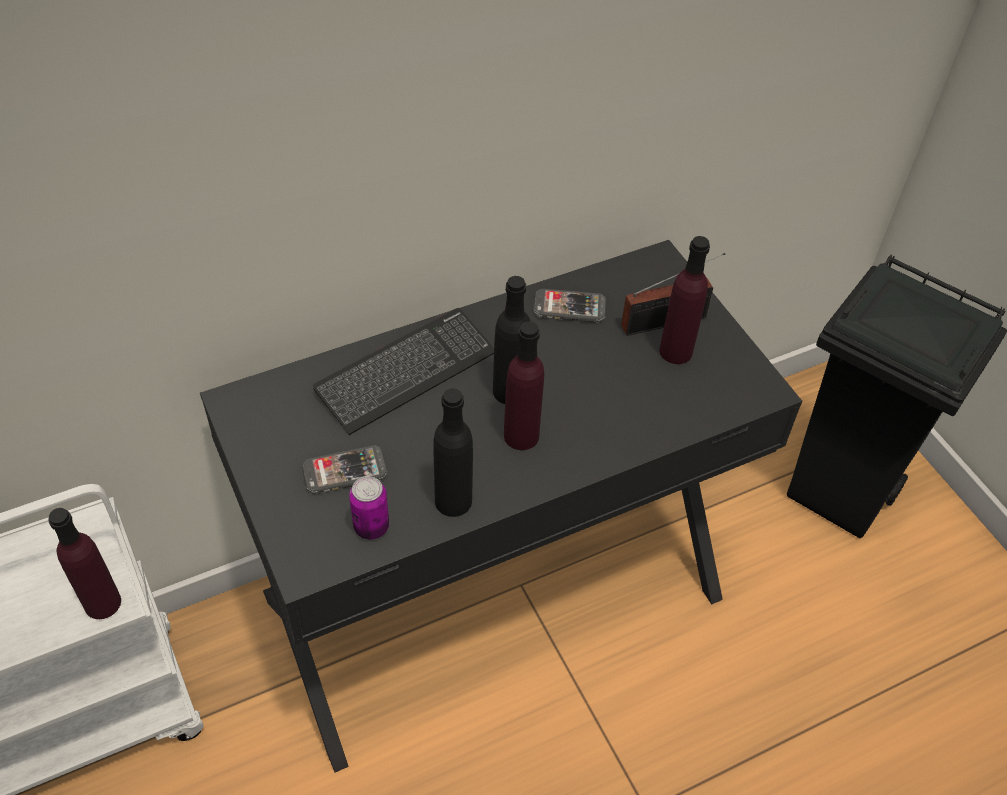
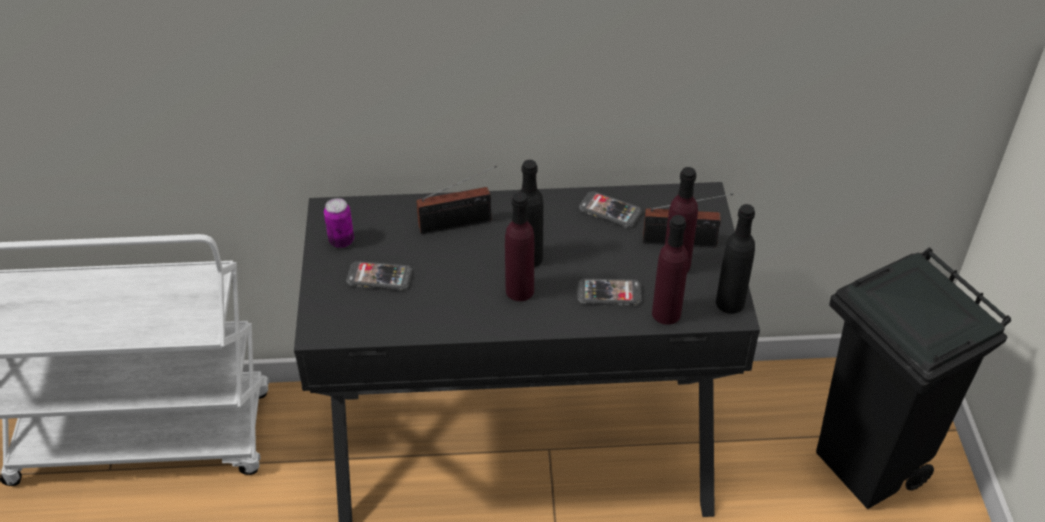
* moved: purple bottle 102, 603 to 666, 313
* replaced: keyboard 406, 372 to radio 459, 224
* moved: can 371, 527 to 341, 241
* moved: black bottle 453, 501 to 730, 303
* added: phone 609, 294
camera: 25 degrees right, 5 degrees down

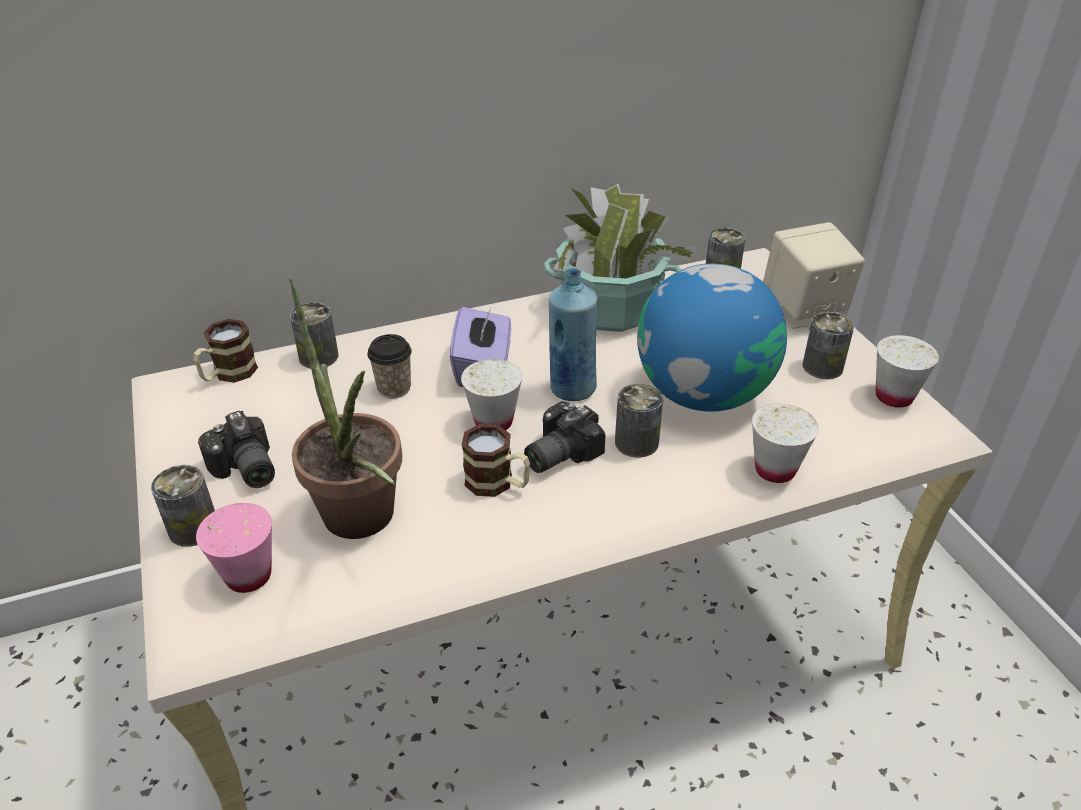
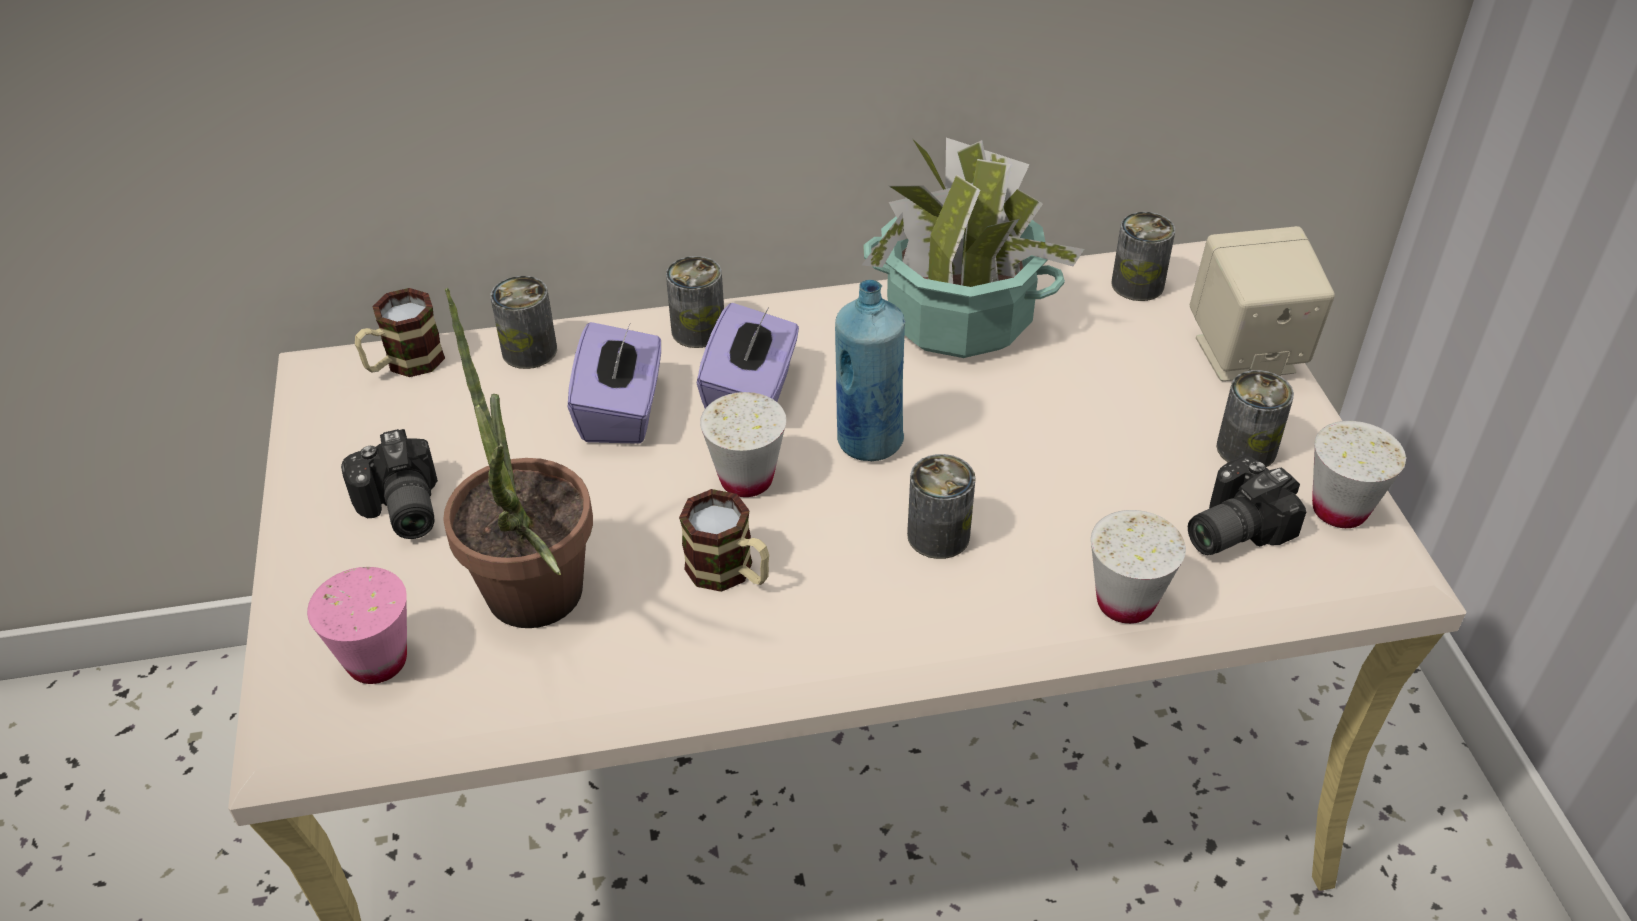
* moved: can 193, 528 to 698, 330
* replaced: cup 394, 388 to purple tissue box 621, 411
* moved: photo camera 557, 453 to 1229, 528
* removed: globe 703, 393
camera: 10 degrees right, 5 degrees up

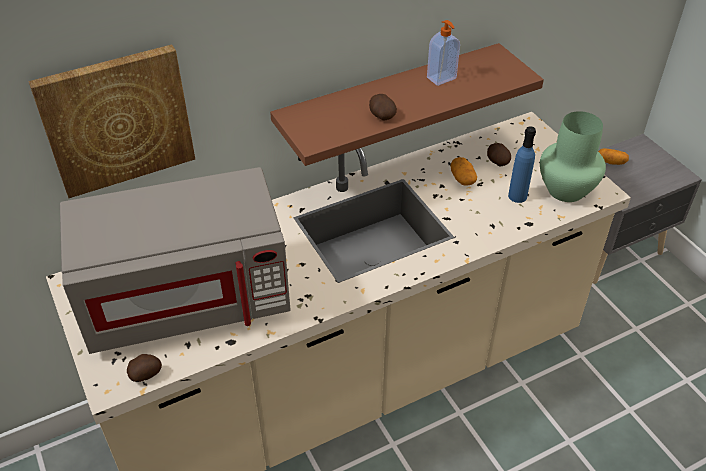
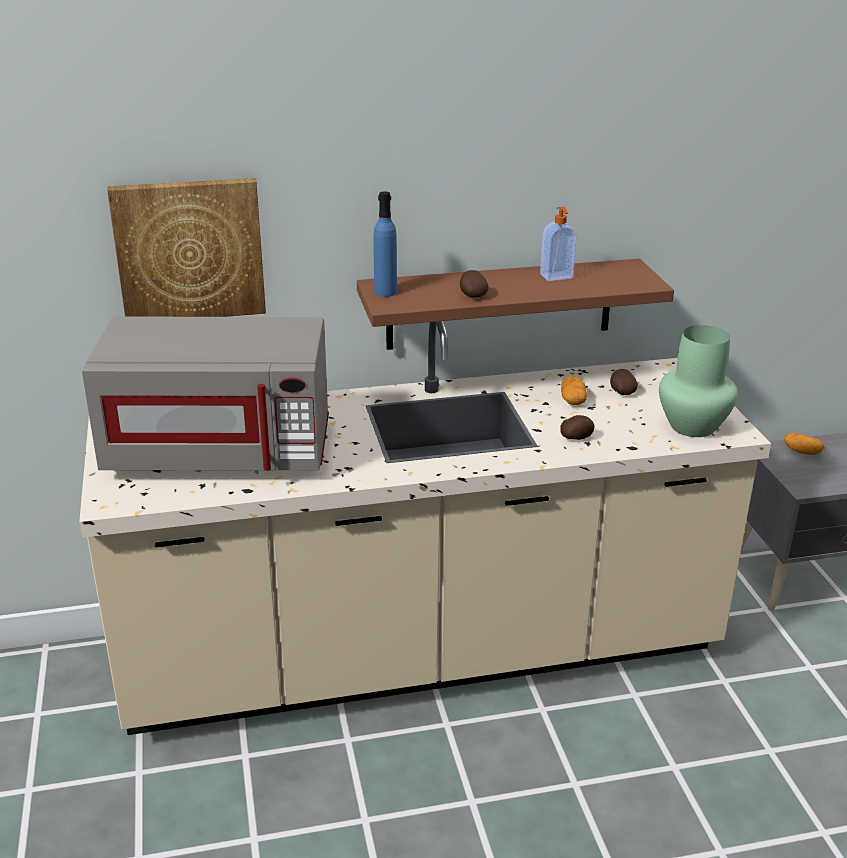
* moved: potato 146, 374 to 576, 438
* moved: blue bottle 517, 196 to 385, 292
camera: 15 degrees right, 15 degrees down

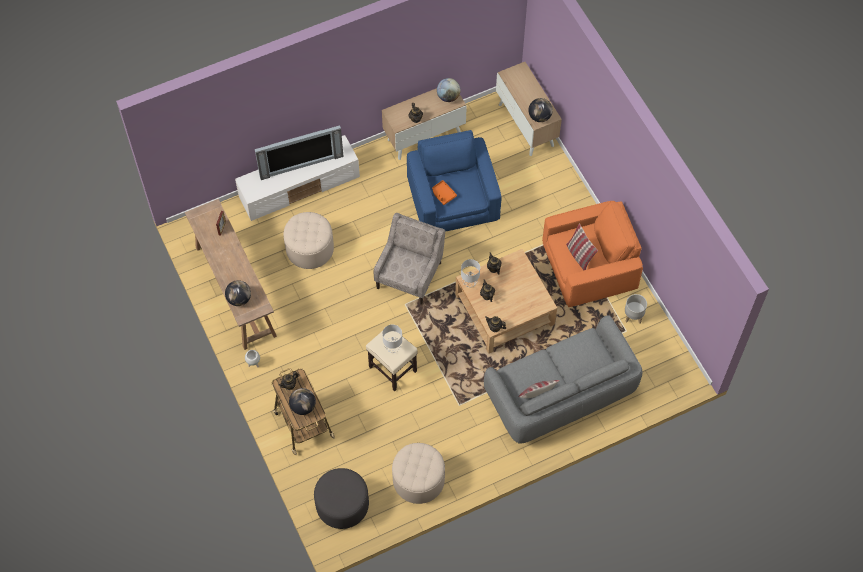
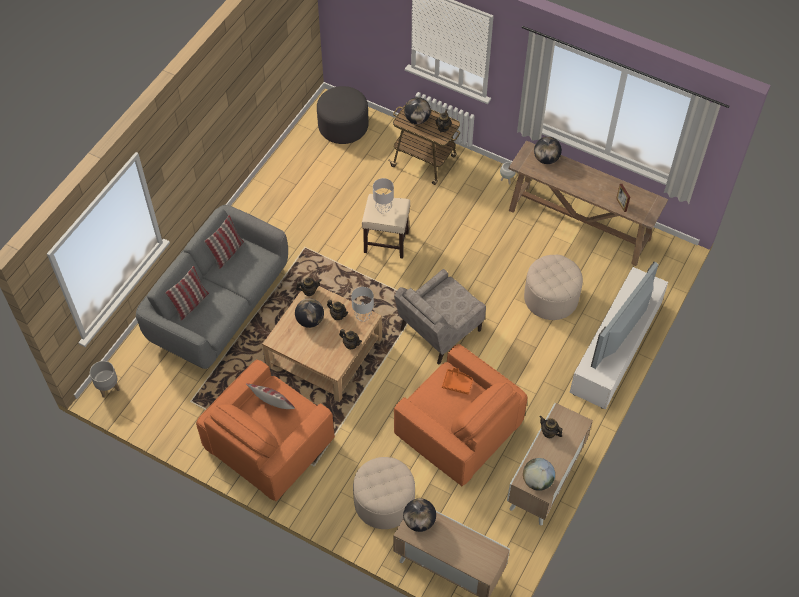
* turned: beige armchair 409, 274 = 439, 330 60 degrees clockwise
* moved: beige ottoman 418, 480 to 384, 502
* recoloured: blue armchair 453, 200 to orange armchair 458, 429
* moved: grey planter 633, 316 to 108, 387
* added: pillow 190, 304
* added: globe 310, 320
camera: 145 degrees right, 5 degrees down

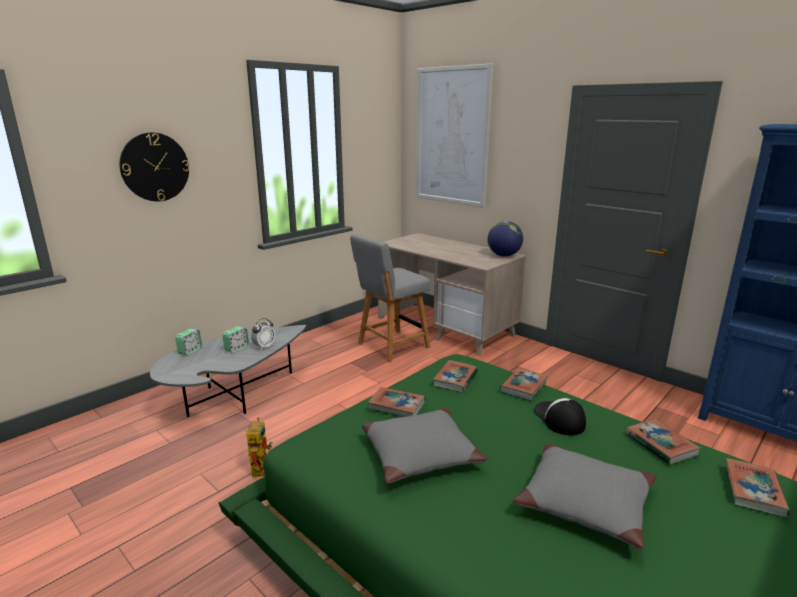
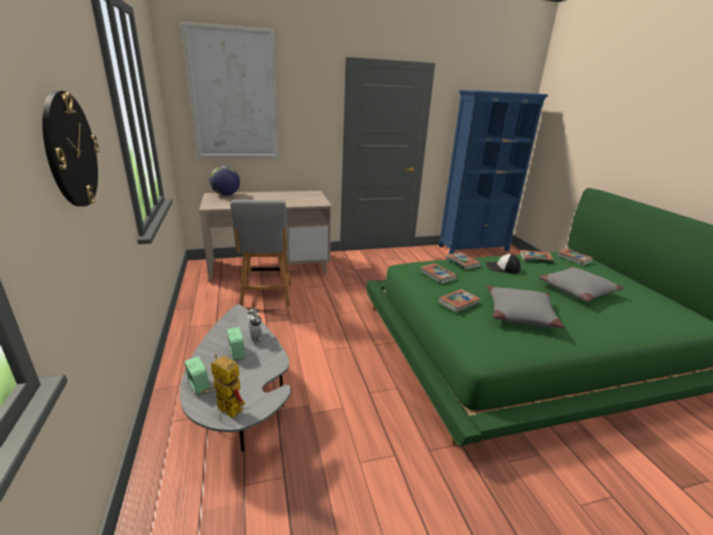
* moved: toy robot 260, 467 to 224, 408
* moved: globe 504, 255 to 226, 195
camera: 60 degrees left, 5 degrees up

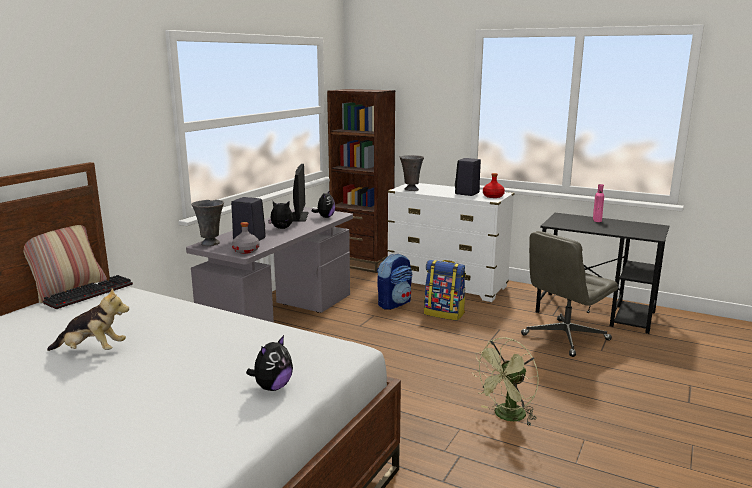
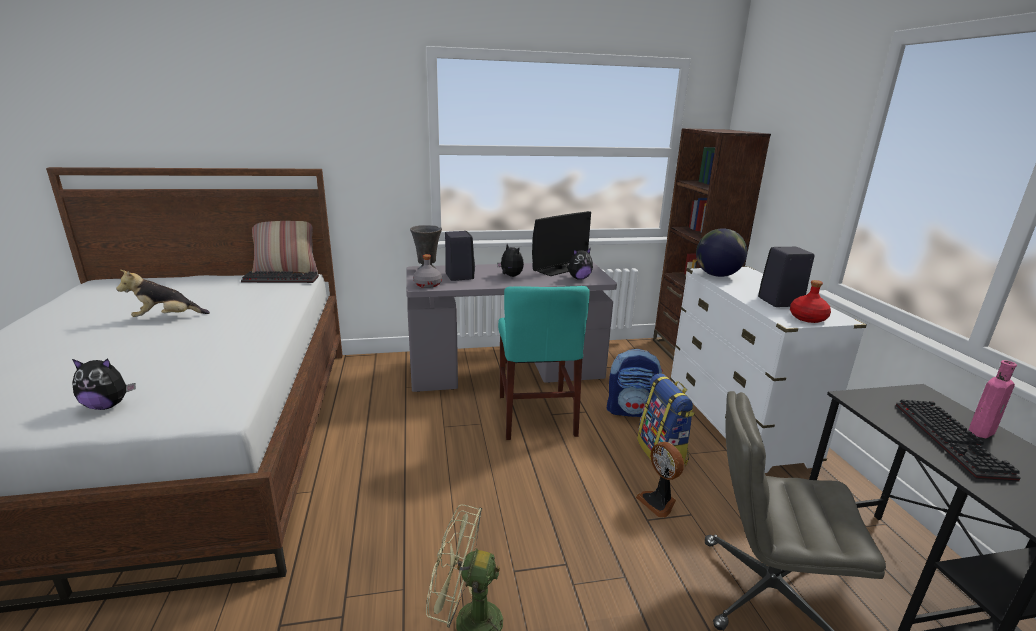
* turned: plush toy 92, 351 = 167, 318 105 degrees clockwise
* replaced: grey vase 411, 189 to globe 717, 275
* added: turquoise chair 536, 415
* added: fan 658, 502
* added: keyboard 954, 441
camera: 50 degrees right, 5 degrees up

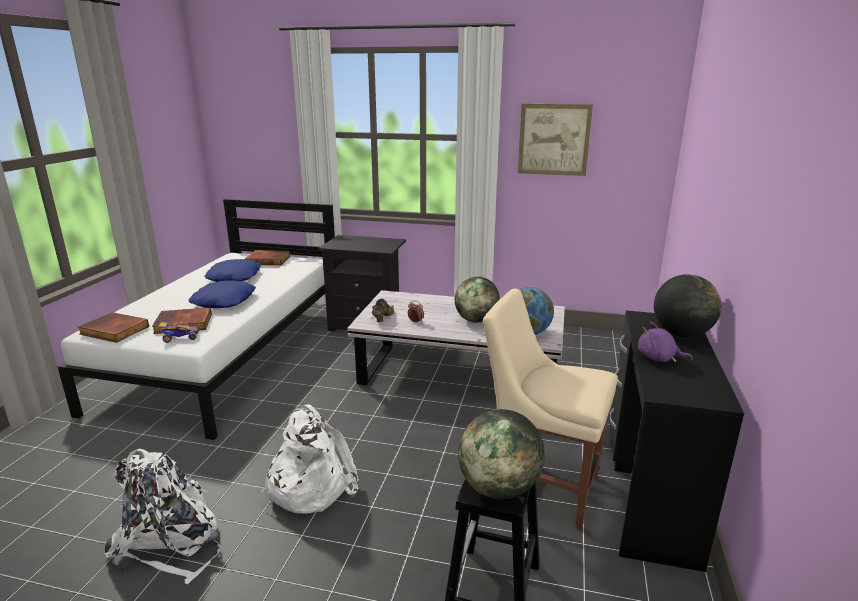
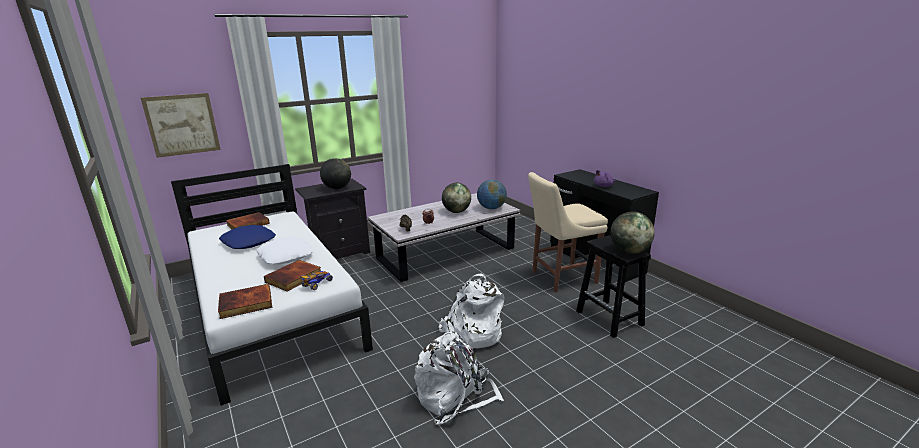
* recoloured: blue pillow 224, 301 to white pillow 286, 256
* moved: picture 554, 139 to 182, 124
* moved: globe 681, 334 to 337, 188
camera: 45 degrees left, 0 degrees up

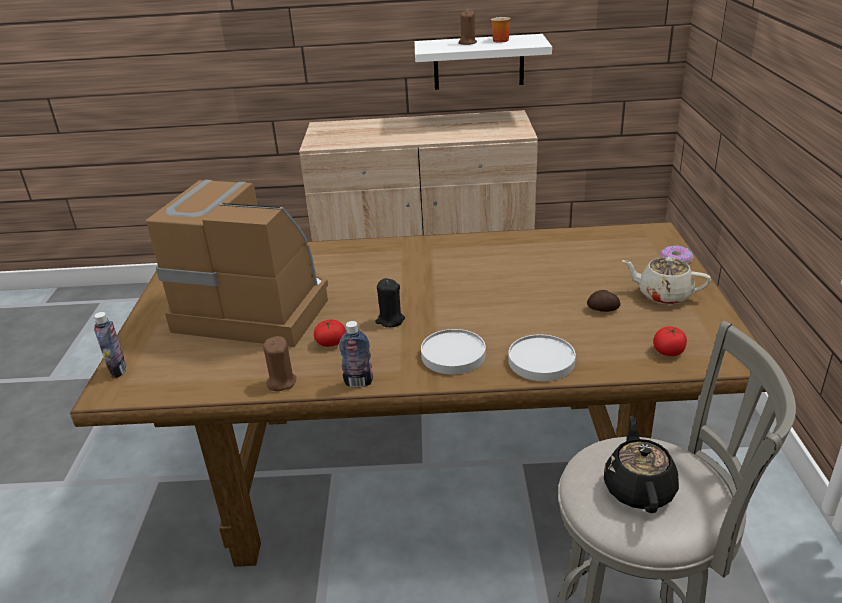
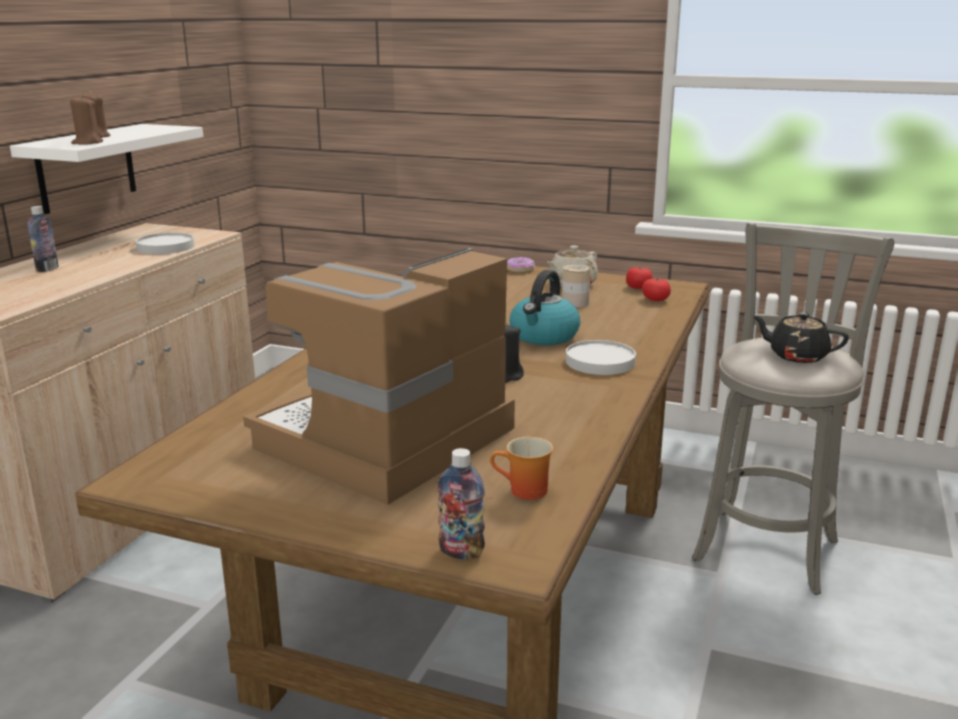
* moved: brown candle 281, 382 to 87, 143
* moved: tomato 331, 342 to 638, 287
* moved: bottle 358, 382 to 47, 269
* moved: mug 498, 40 to 524, 491
* moved: white plate 541, 361 to 165, 247
* replaced: potato 603, 310 to can 575, 303
* added: kettle 544, 336
camera: 70 degrees left, 10 degrees down

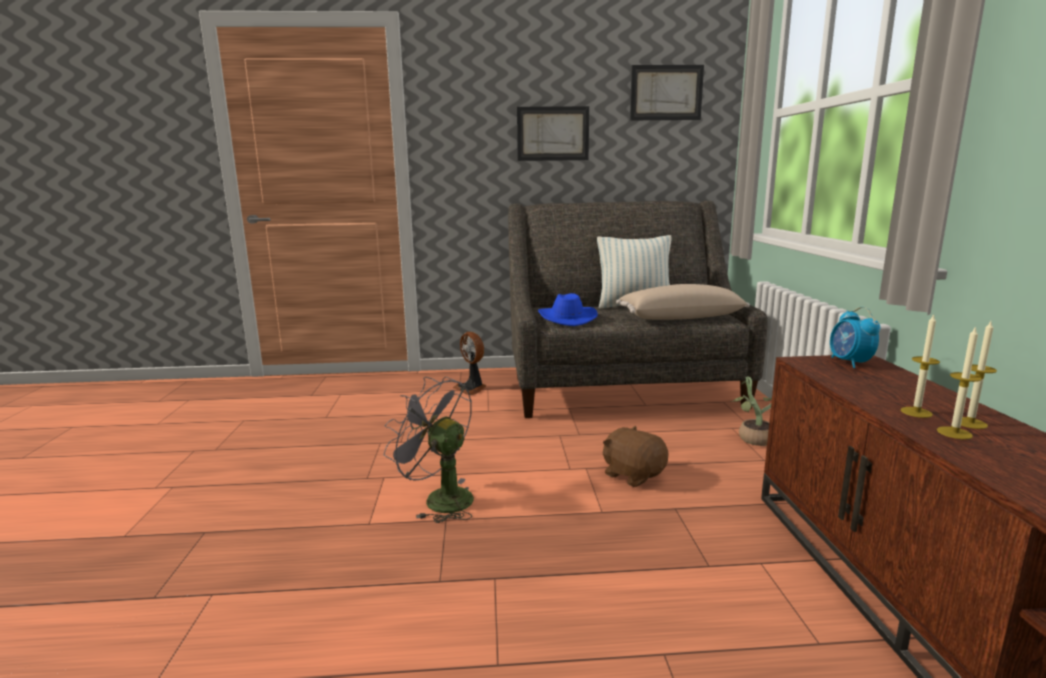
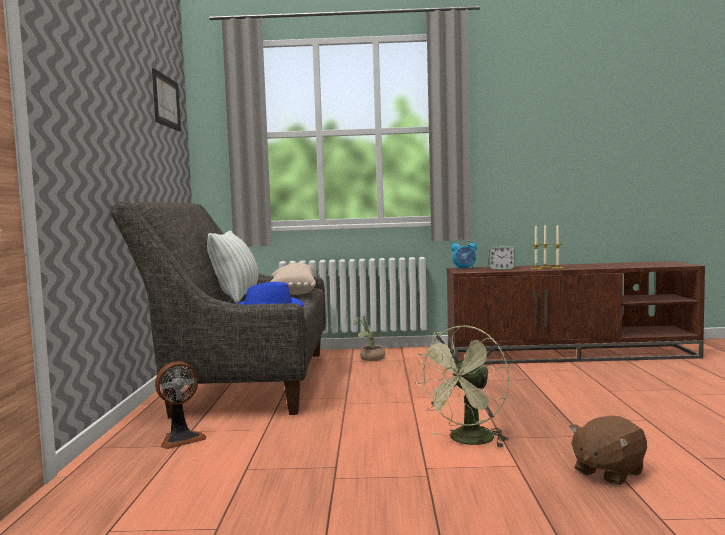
* recoloured: grey fan 439, 499 to green fan 468, 441
* removed: picture 552, 133
* moved: brown plush toy 633, 474 to 608, 472
* added: alarm clock 502, 269
camera: 85 degrees left, 10 degrees down

